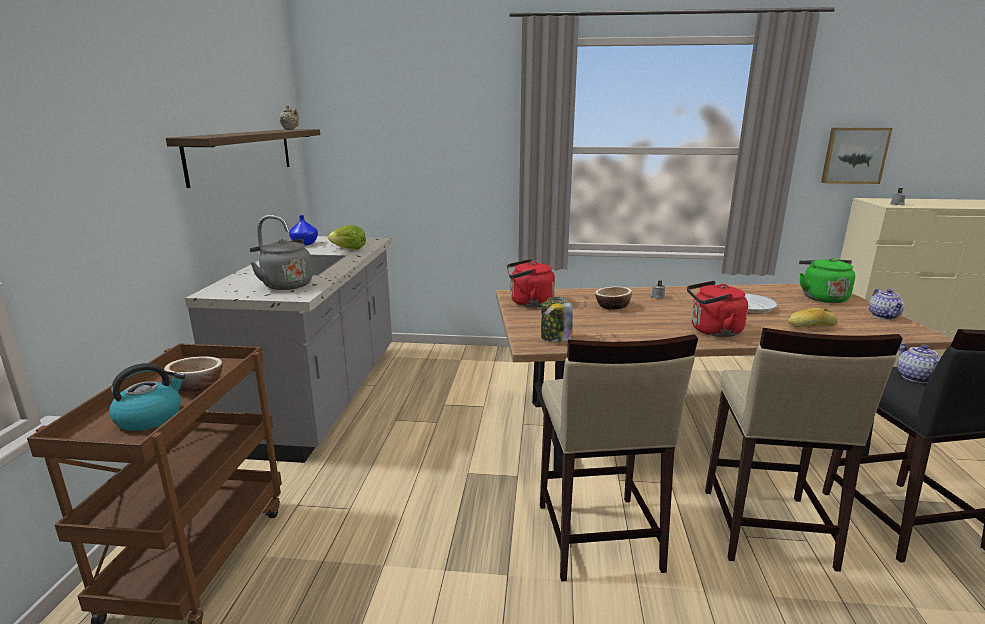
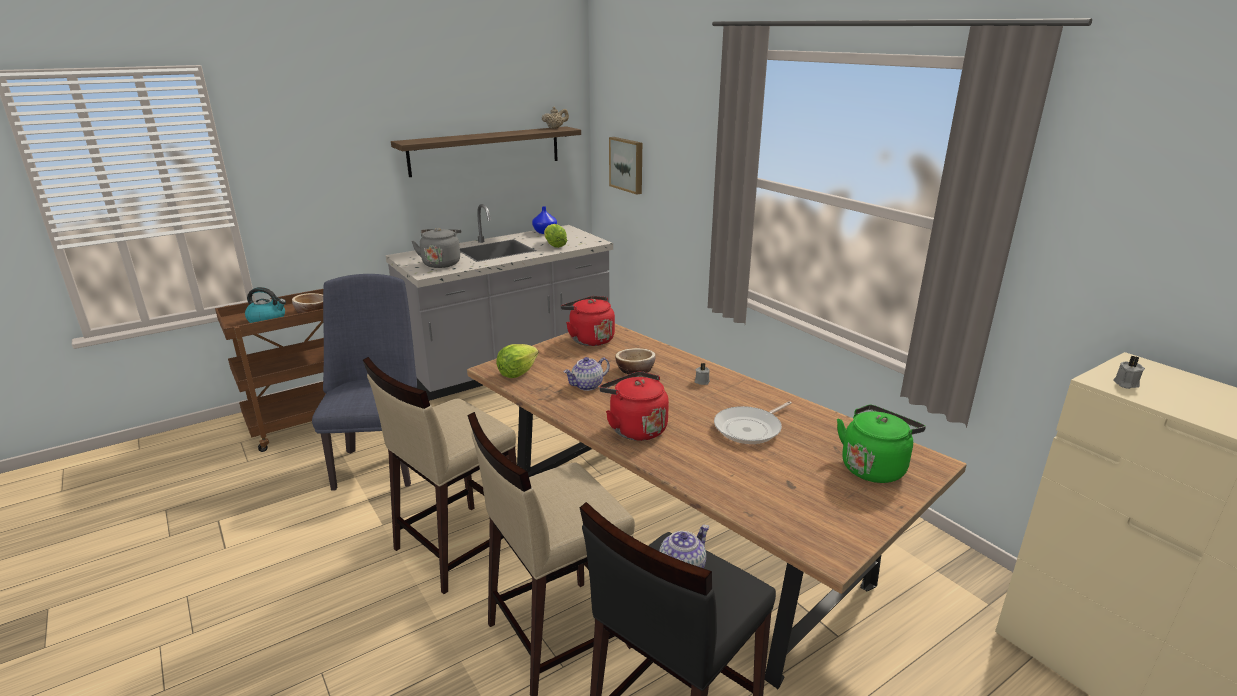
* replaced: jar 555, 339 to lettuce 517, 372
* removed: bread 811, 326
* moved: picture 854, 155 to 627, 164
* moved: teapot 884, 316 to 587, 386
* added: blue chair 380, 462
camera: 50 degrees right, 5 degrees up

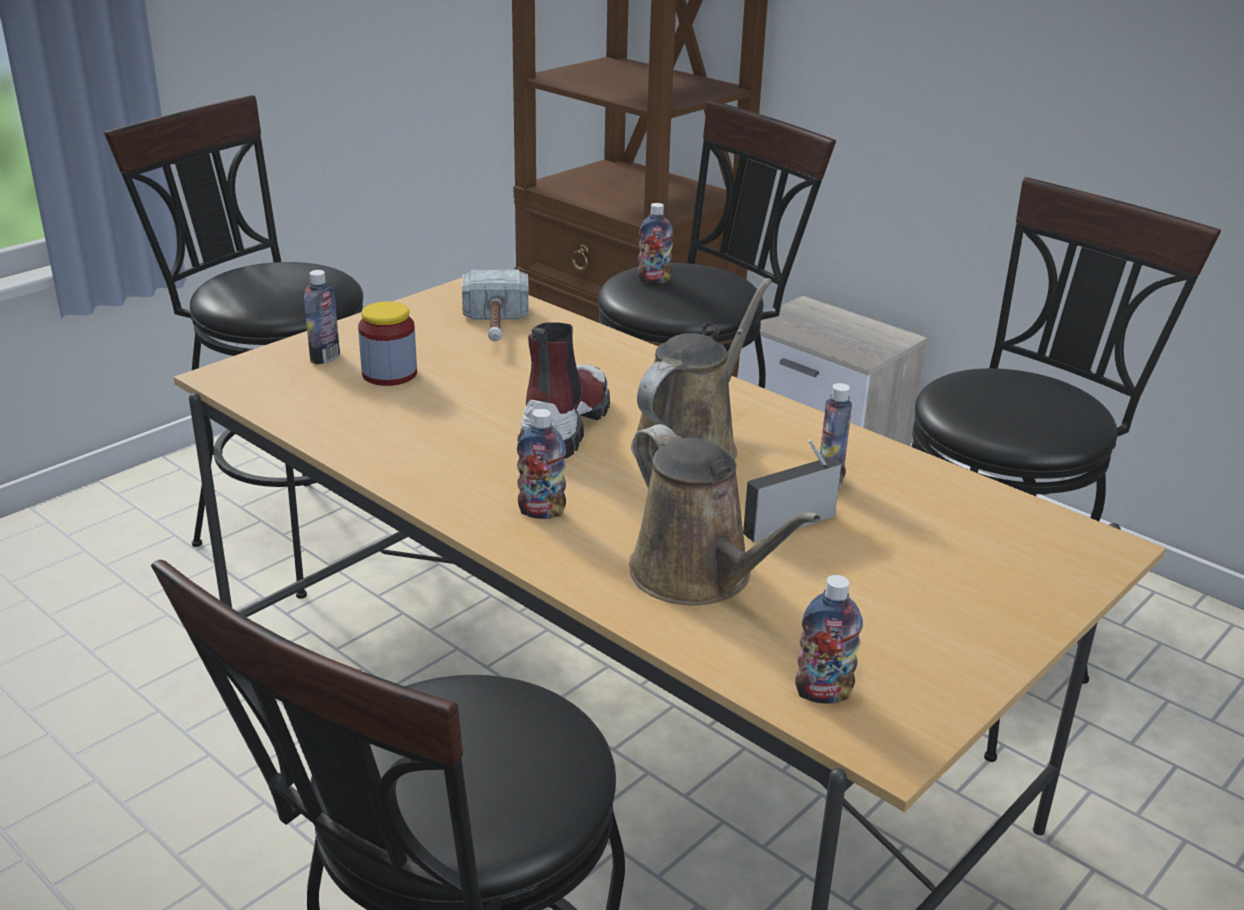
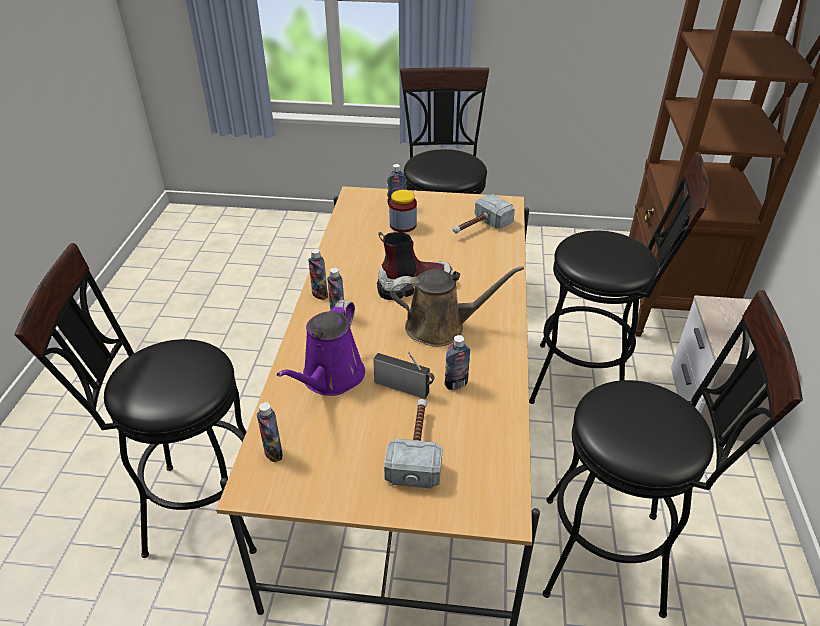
* recoloured: brown watering can 698, 576 to purple watering can 330, 378
* moved: bottle 654, 280 to 319, 294
* added: hammer 417, 448
camera: 55 degrees right, 10 degrees up

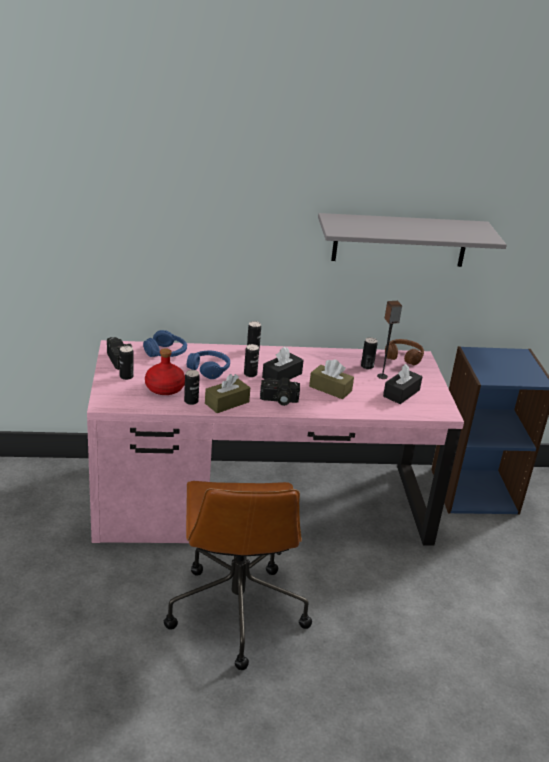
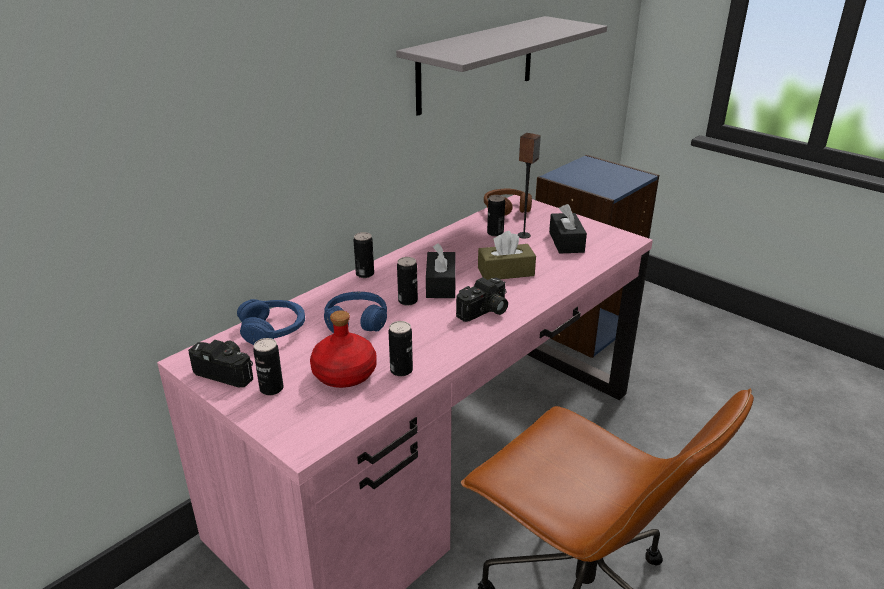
* removed: brown tissue box 227, 403
camera: 40 degrees left, 0 degrees up

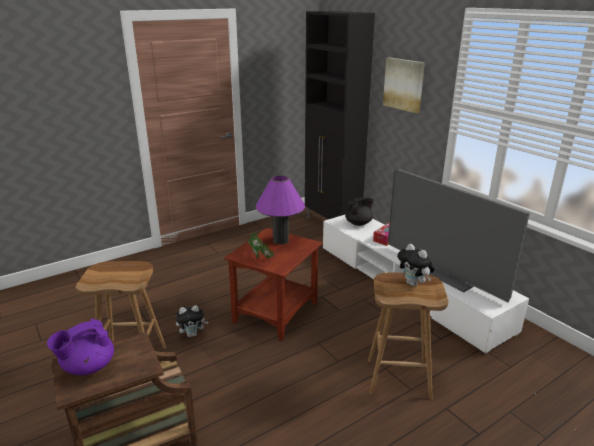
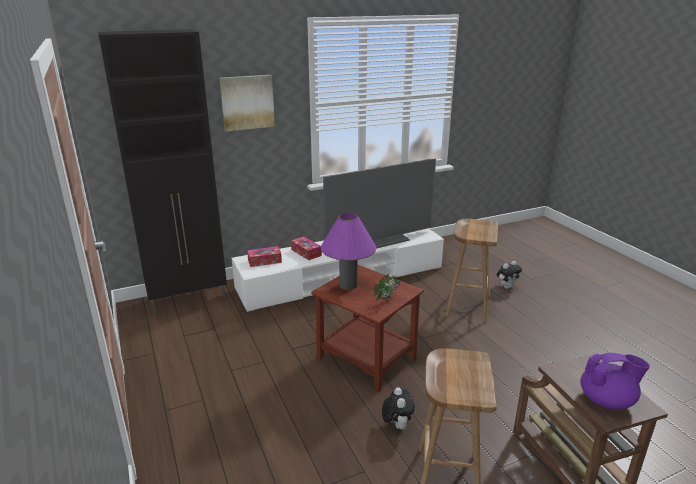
* turned: purple teapot 88, 367 = 607, 400 60 degrees counterclockwise
* replaced: black teapot 359, 223 to tissue box 264, 261
* moved: plush toy 414, 284 to 506, 287
camera: 80 degrees left, 0 degrees up

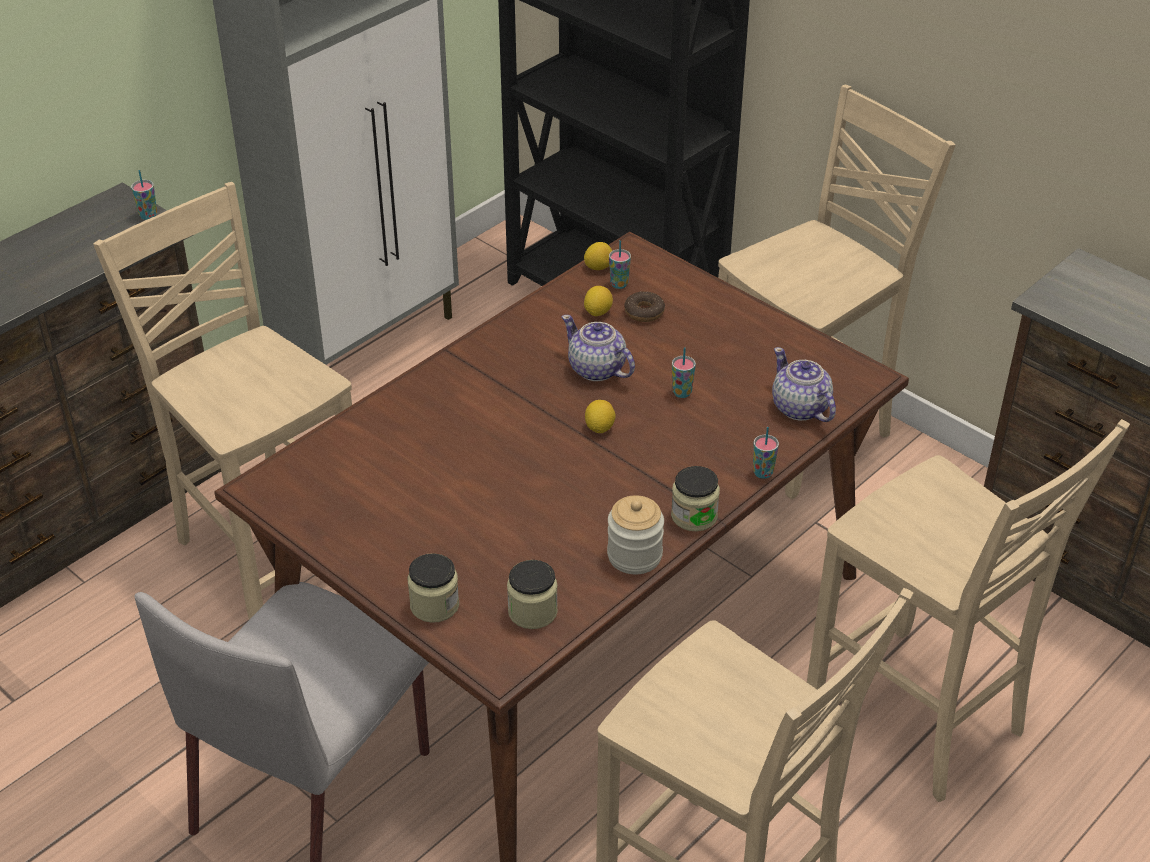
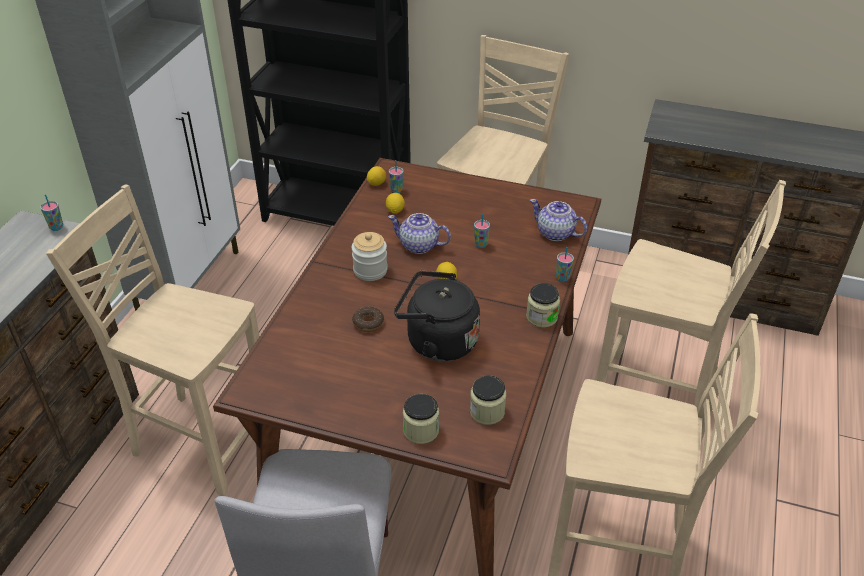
* moved: jar 634, 555 to 370, 270
* moved: donut 644, 312 to 368, 323
* added: black kettle 437, 341
camera: 25 degrees left, 0 degrees up

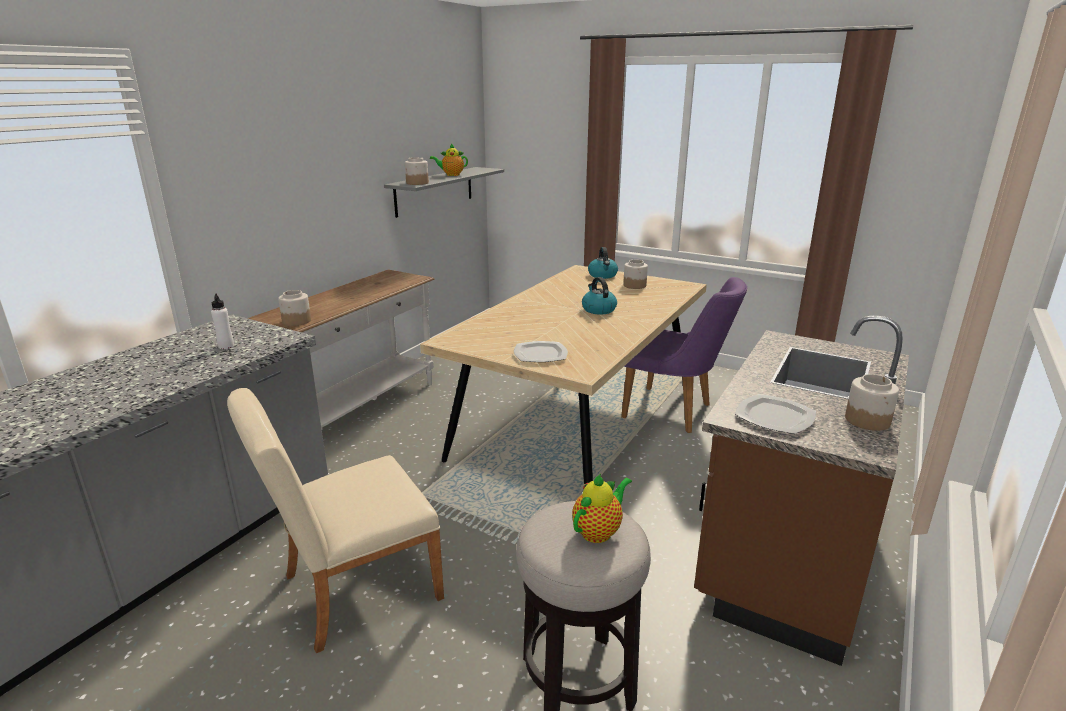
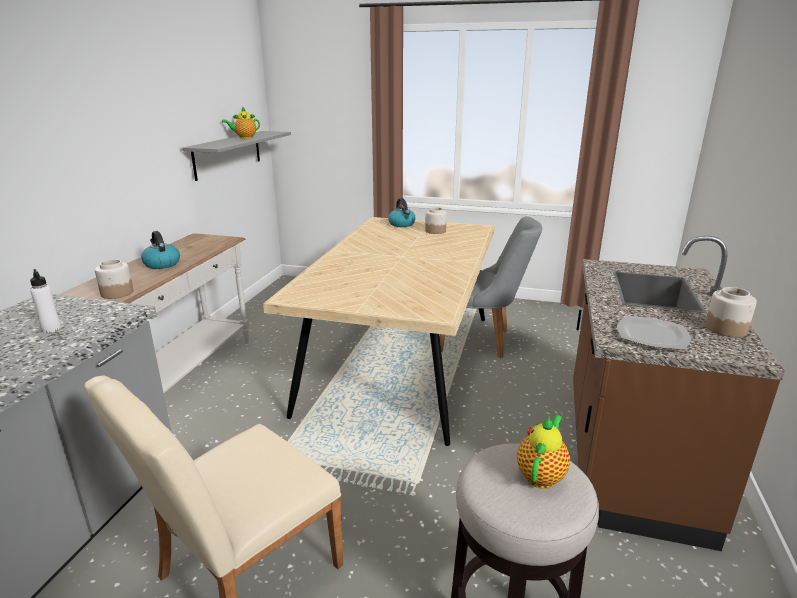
* removed: jar 417, 183
* removed: plate 540, 354
* moved: kettle 598, 309 to 161, 264
* recoloured: purple chair 675, 412 to grey chair 482, 341
camera: 15 degrees left, 0 degrees up

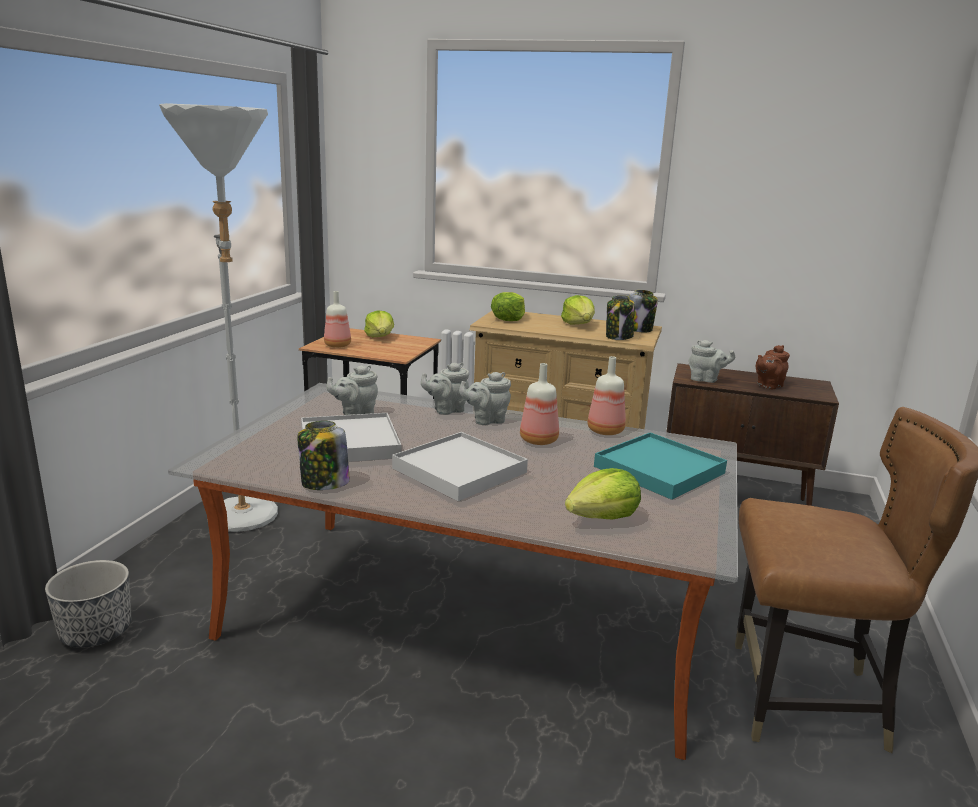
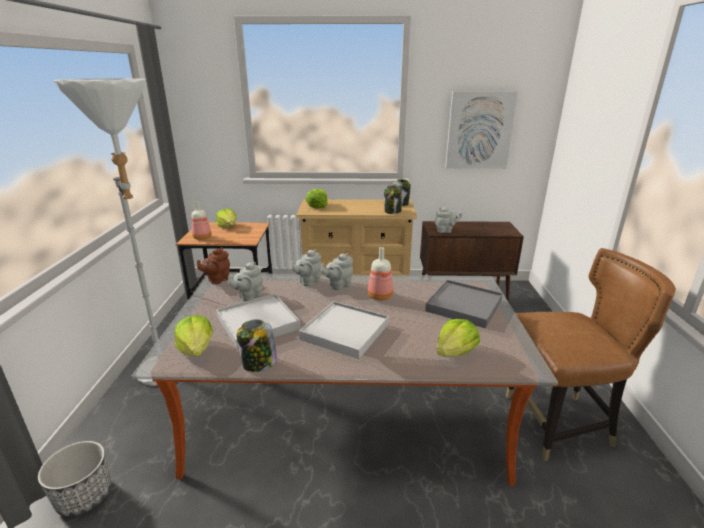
* moved: lettuce 578, 324 to 196, 349
* removed: bottle 606, 431
* recoloured: turquoise tray 659, 470 to grey tray 464, 306
* moved: brown teapot 768, 386 to 217, 280
* added: picture 479, 130
camera: 15 degrees left, 5 degrees up

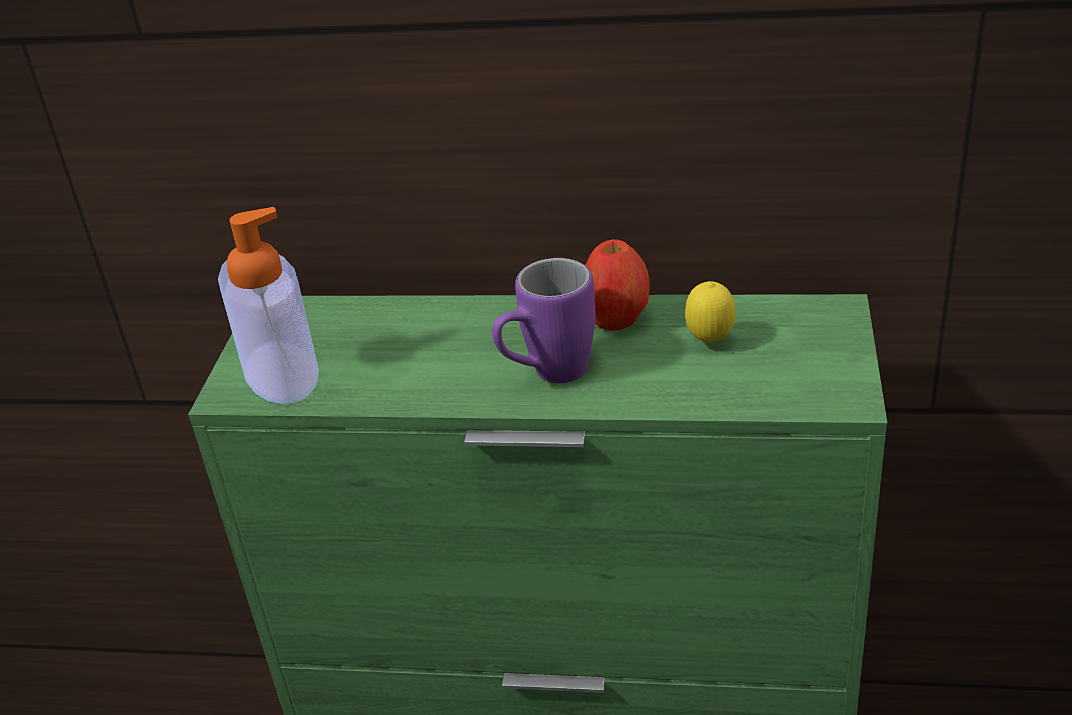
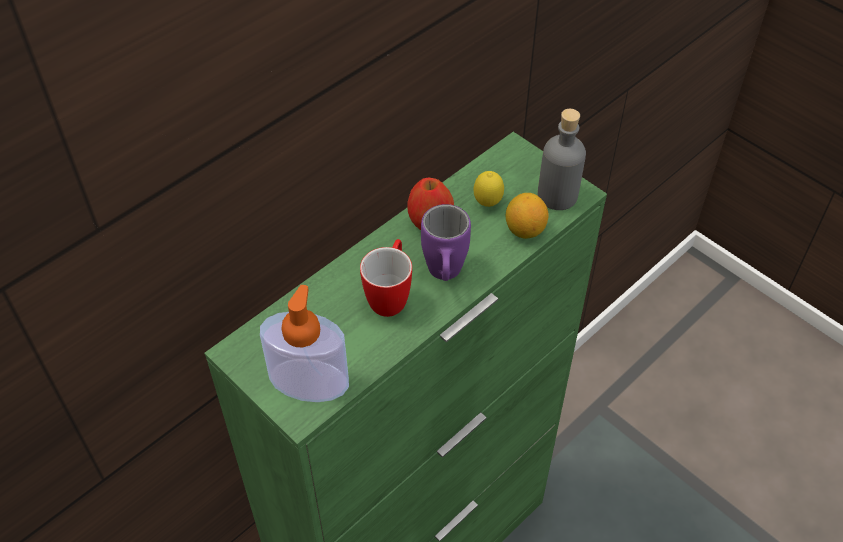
* added: mug 390, 296
* added: lemon 524, 230
* added: grey bottle 557, 195
camera: 55 degrees left, 15 degrees up

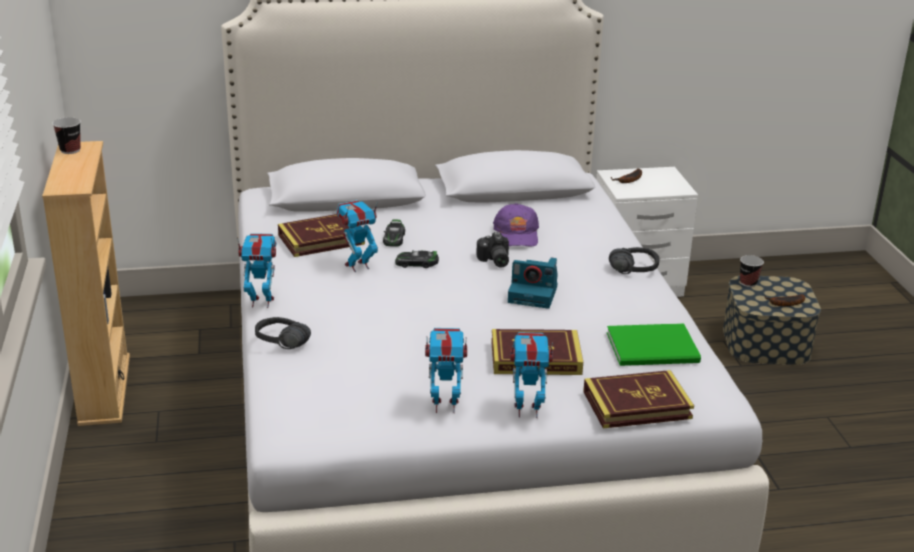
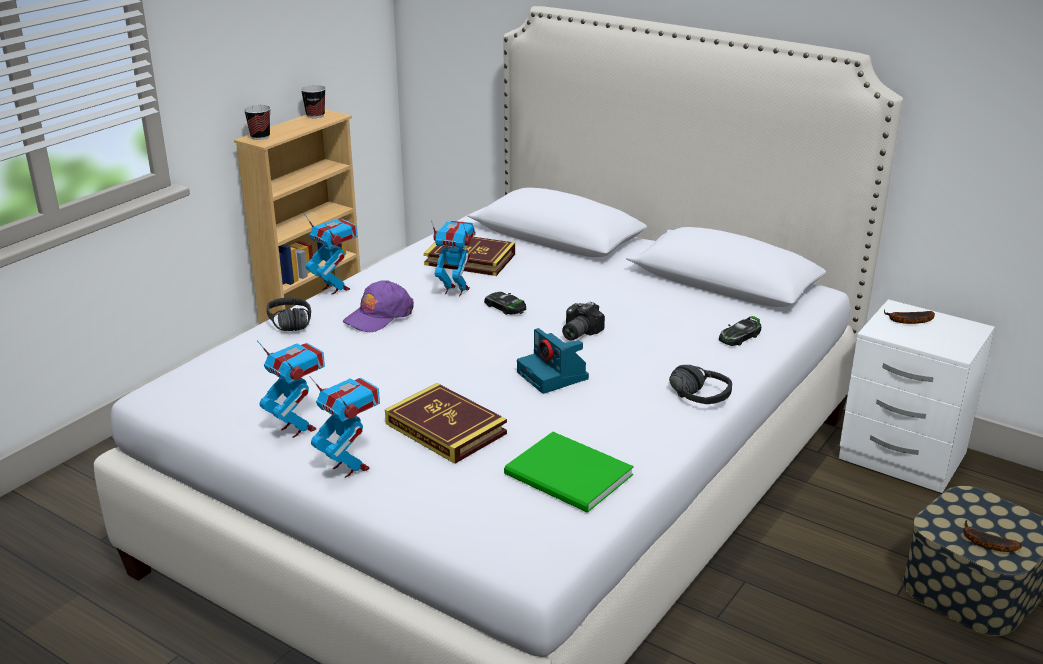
* moved: toy car 394, 238 to 740, 336
* moved: purple cap 517, 234 to 379, 316
* removed: book 637, 405
* moved: cup 748, 283 to 260, 137
camera: 45 degrees right, 0 degrees up

